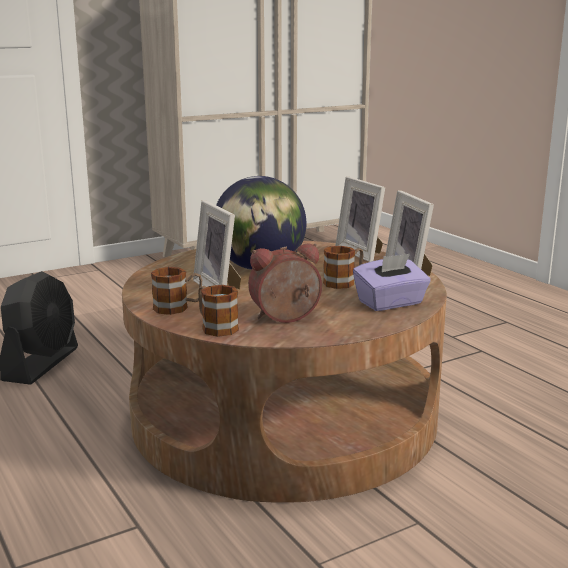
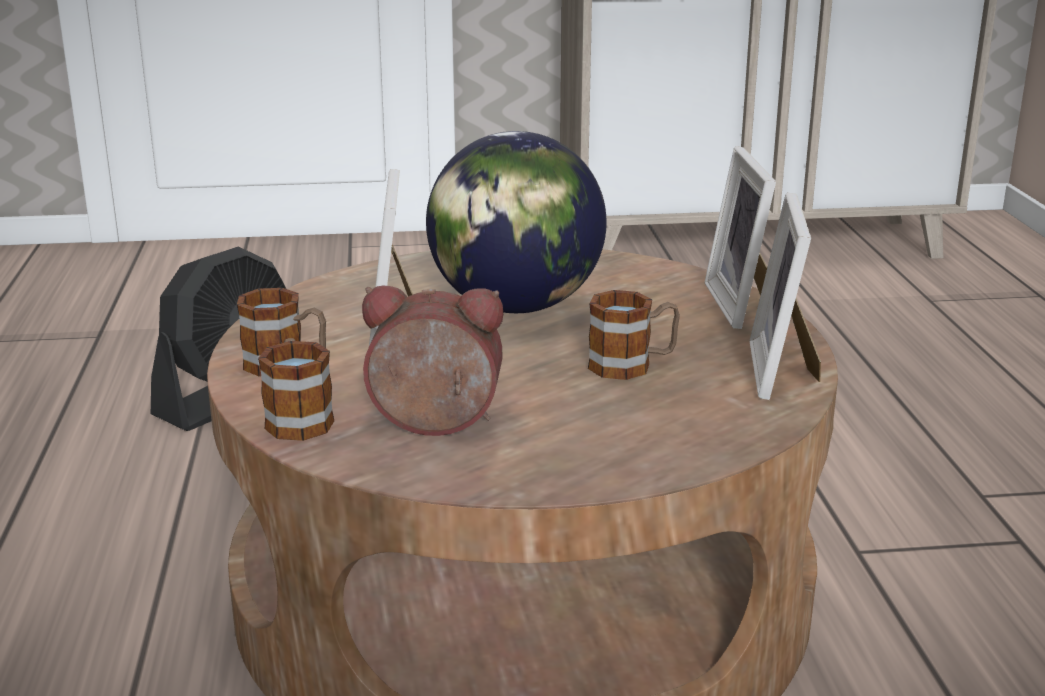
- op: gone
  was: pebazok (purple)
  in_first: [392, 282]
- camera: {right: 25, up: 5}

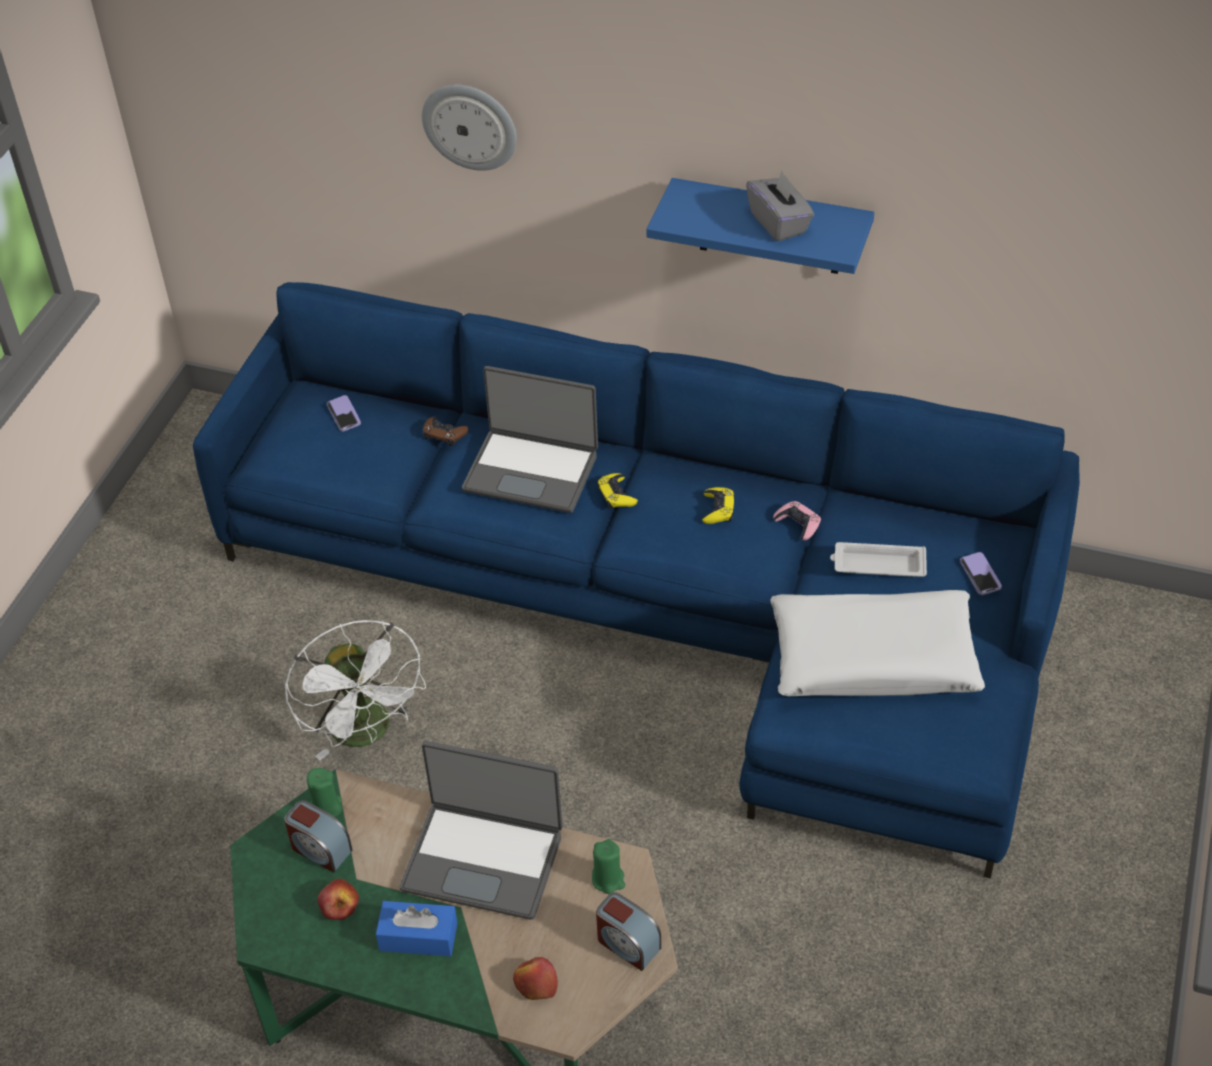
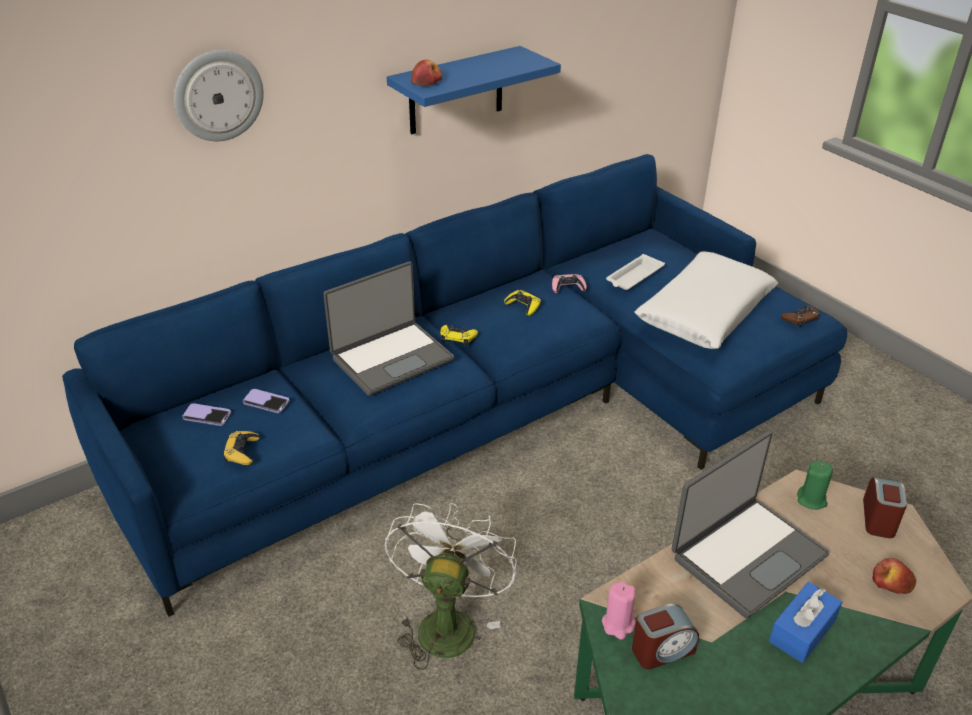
- op: gone
  was: pebazok (grey)
  in_first: [780, 206]
- op: new
  now: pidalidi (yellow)
  in_second: [241, 448]
- op: shifted
  was: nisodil
  in_first: [338, 899]
  in_second: [426, 73]
- op: shifted
  was: pidalidi (brown)
  in_first: [445, 432]
  in_second: [800, 316]
- op: shifted
  was: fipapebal
  in_first: [981, 573]
  in_second: [266, 401]
- op: repainted
  was: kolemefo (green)
  now: kolemefo (pink)
  in_first: [324, 792]
  in_second: [618, 610]
- op: rotated
  was: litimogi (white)
  in_first: [355, 690]
  in_second: [451, 586]
  clockwise: -90
- op: rotated
  was: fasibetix
  in_first: [628, 931]
  in_second: [885, 507]
  clockwise: -60
- camera: {right: -55, up: -10}

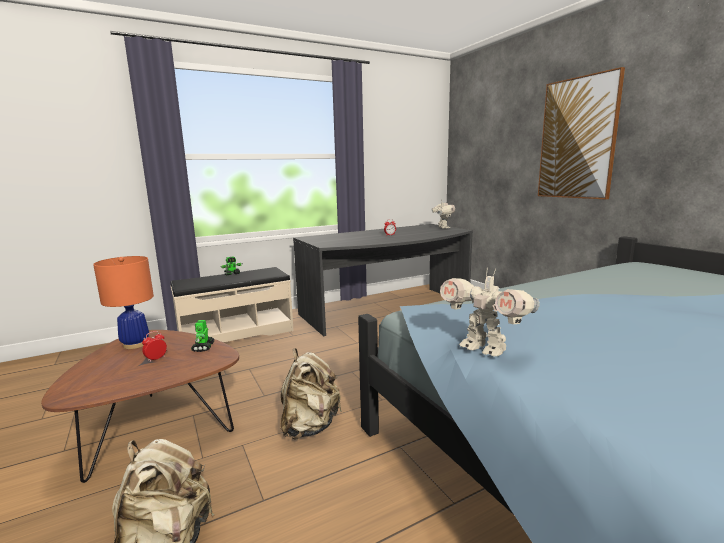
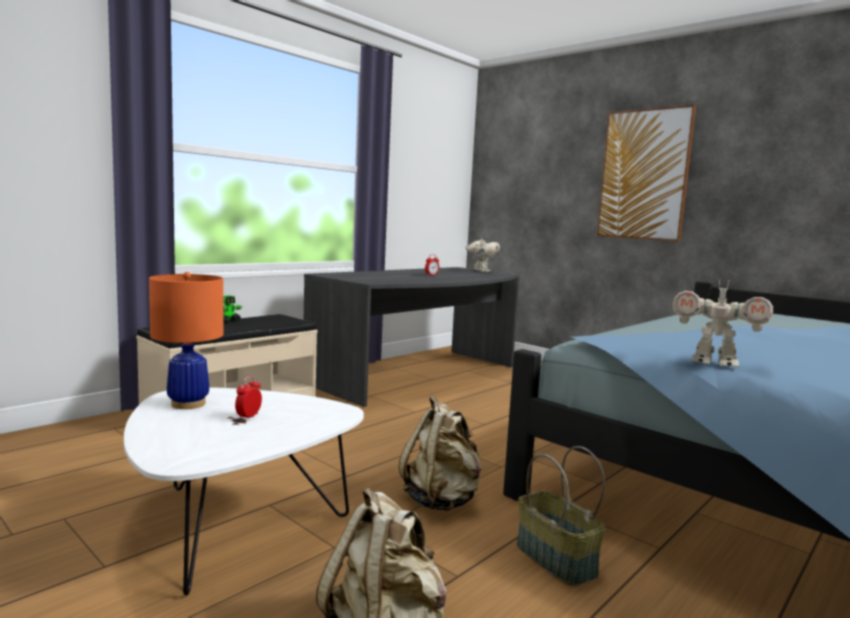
- op: gone
  was: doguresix
  in_first: [203, 336]
- op: new
  now: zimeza
  in_second: [561, 516]
- op: repainted
  was: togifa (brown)
  now: togifa (white)
  in_first: [140, 406]
  in_second: [244, 491]
- camera: {right: -20, up: -5}

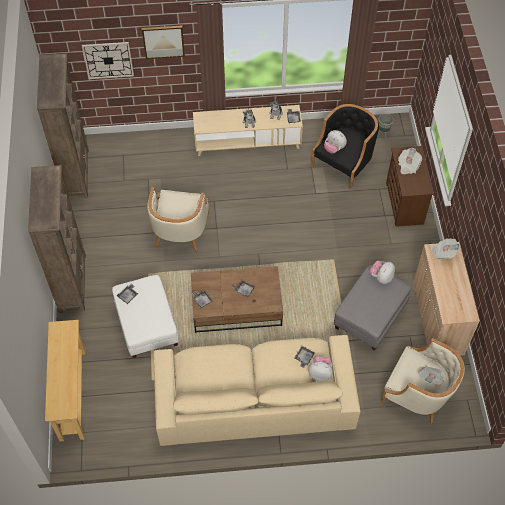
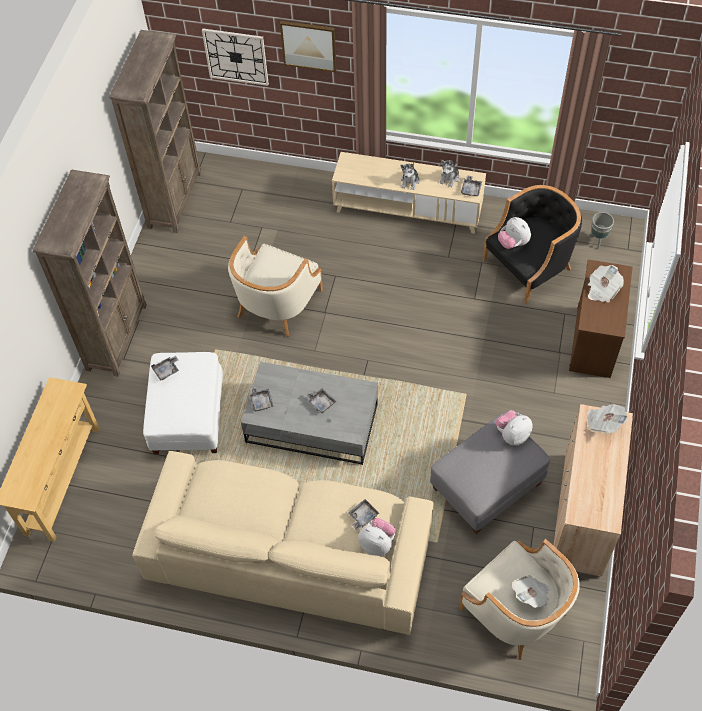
- op: repainted
  was: togifa (brown)
  now: togifa (grey)
  in_first: [237, 299]
  in_second: [309, 413]
- camera: {right: 20, up: 0}

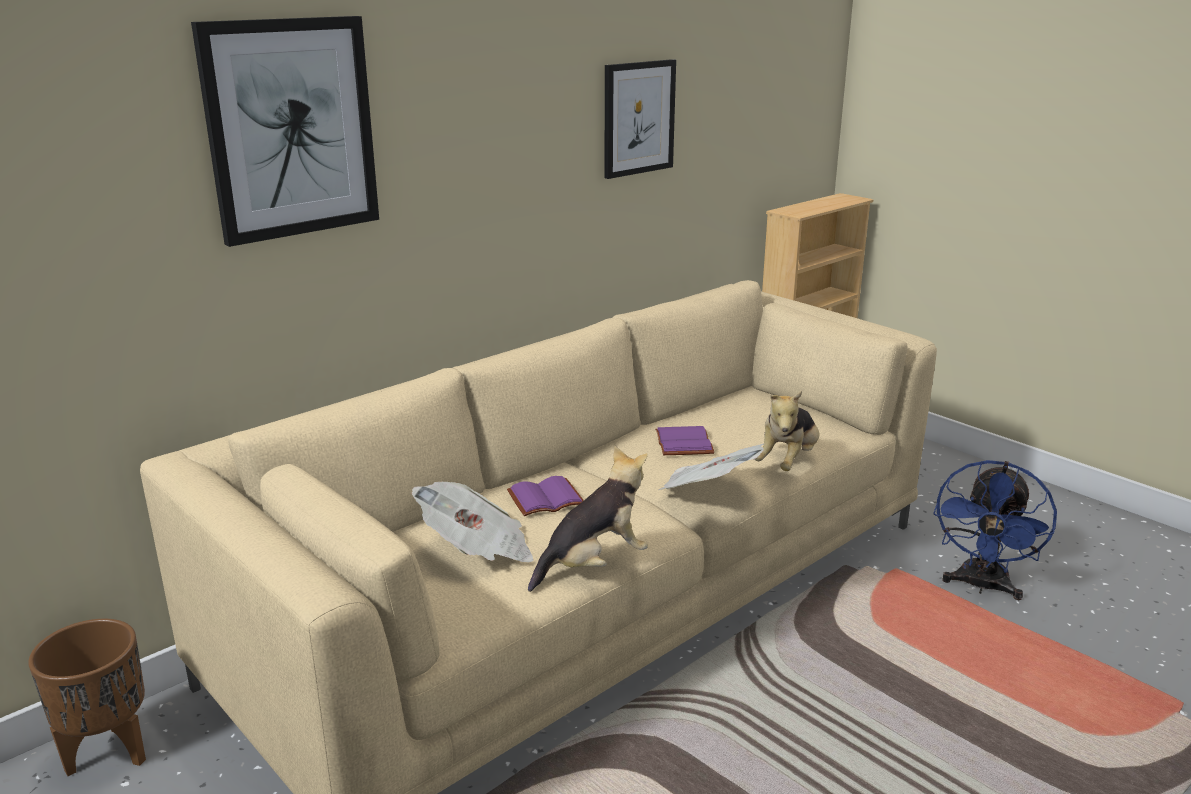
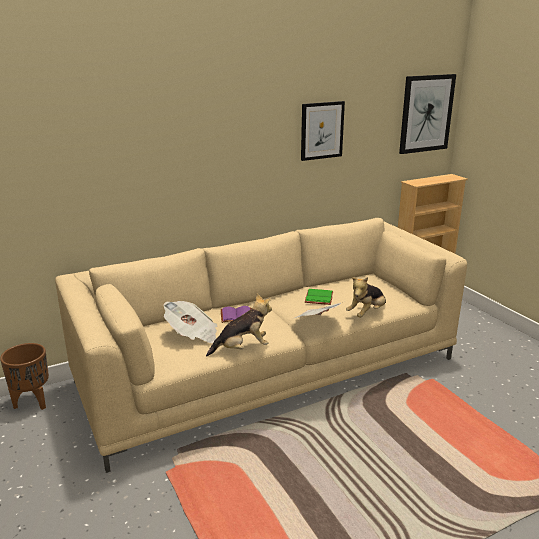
- op: gone
  was: litimogi (blue)
  in_first: [995, 530]
- op: shifted
  was: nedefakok
  in_first: [285, 131]
  in_second: [427, 114]
- op: repainted
  was: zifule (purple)
  now: zifule (green)
  in_first: [684, 440]
  in_second: [319, 297]
- camera: {right: 15, up: 0}

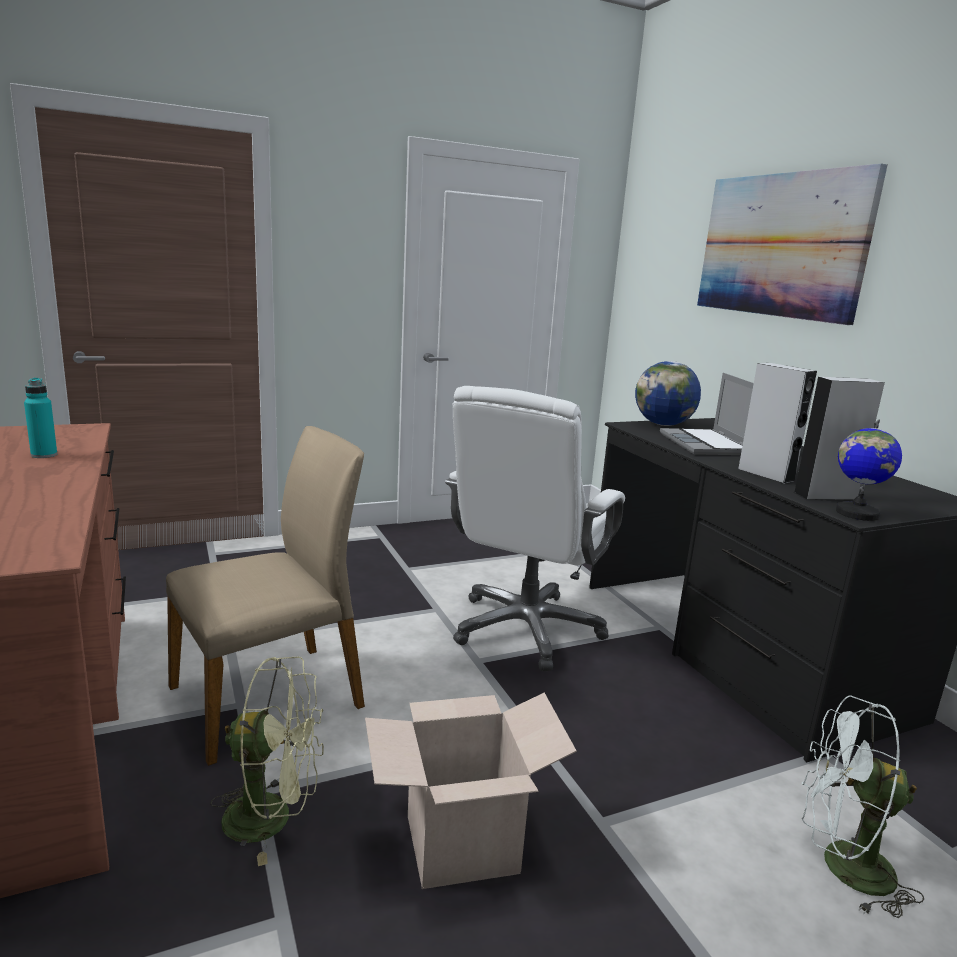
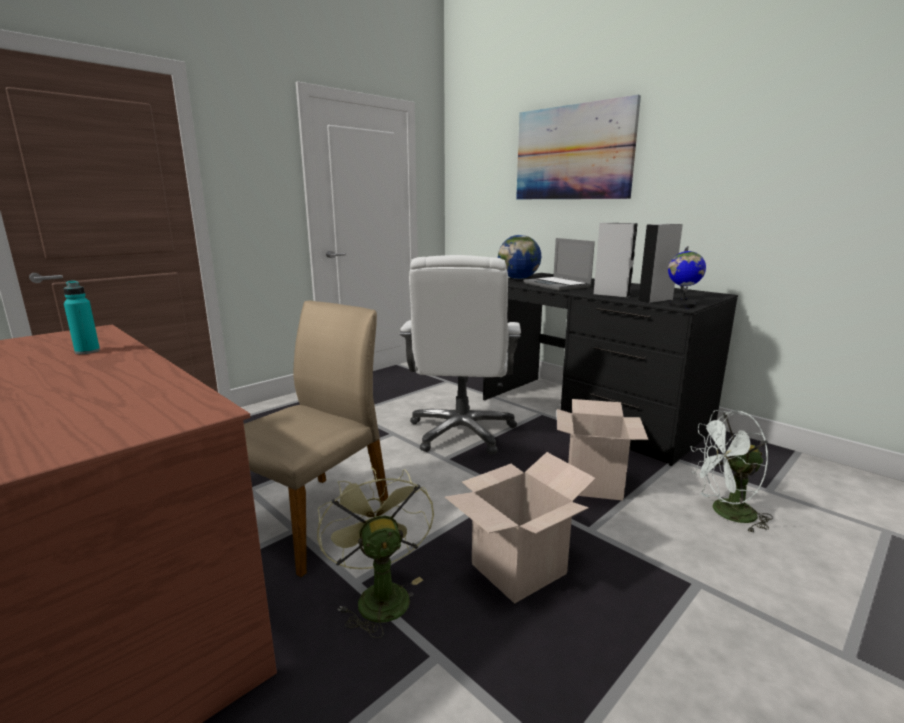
- op: new
  now: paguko
  in_second: [602, 449]
- op: rotated
  was: litimogi (green)
  in_first: [267, 761]
  in_second: [375, 552]
  clockwise: -90
- camera: {right: -20, up: 0}

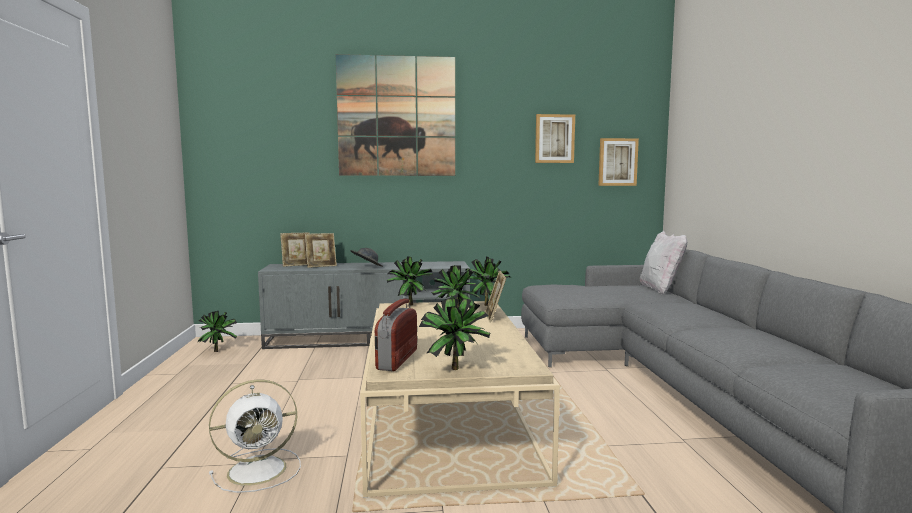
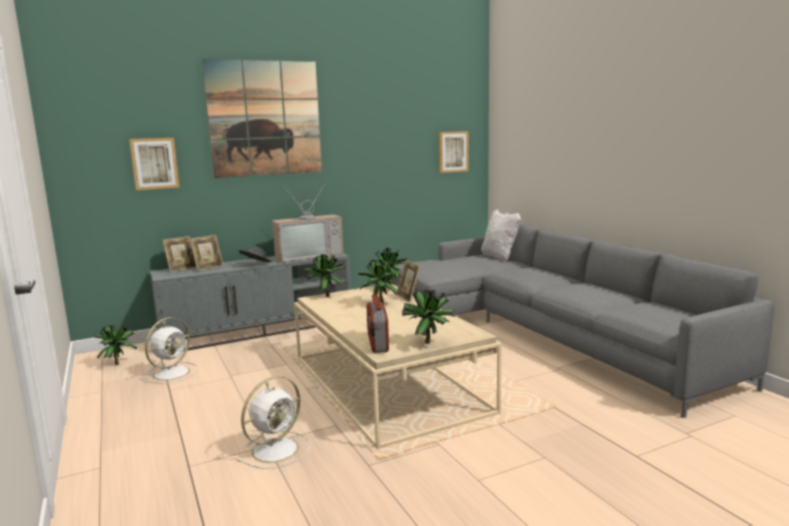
- op: new
  now: litimogi (white)
  in_second: [170, 350]
- op: new
  now: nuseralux
  in_second: [308, 223]
- op: shifted
  was: nedefakok
  in_first: [555, 138]
  in_second: [154, 164]
- camera: {right: -20, up: 5}

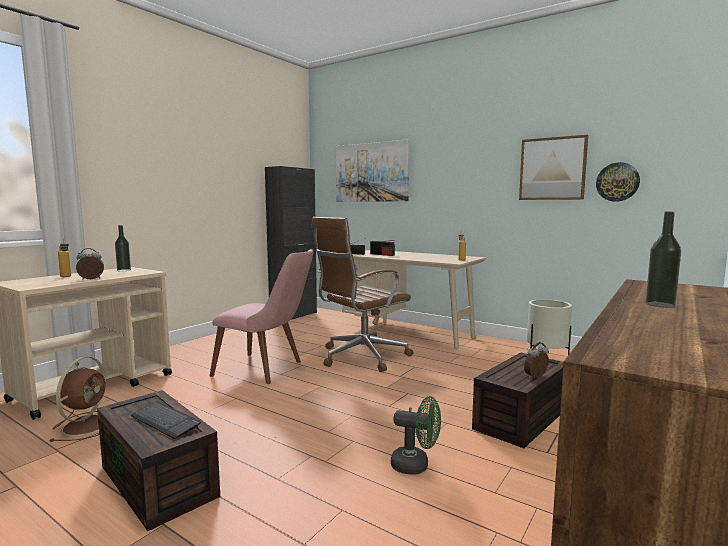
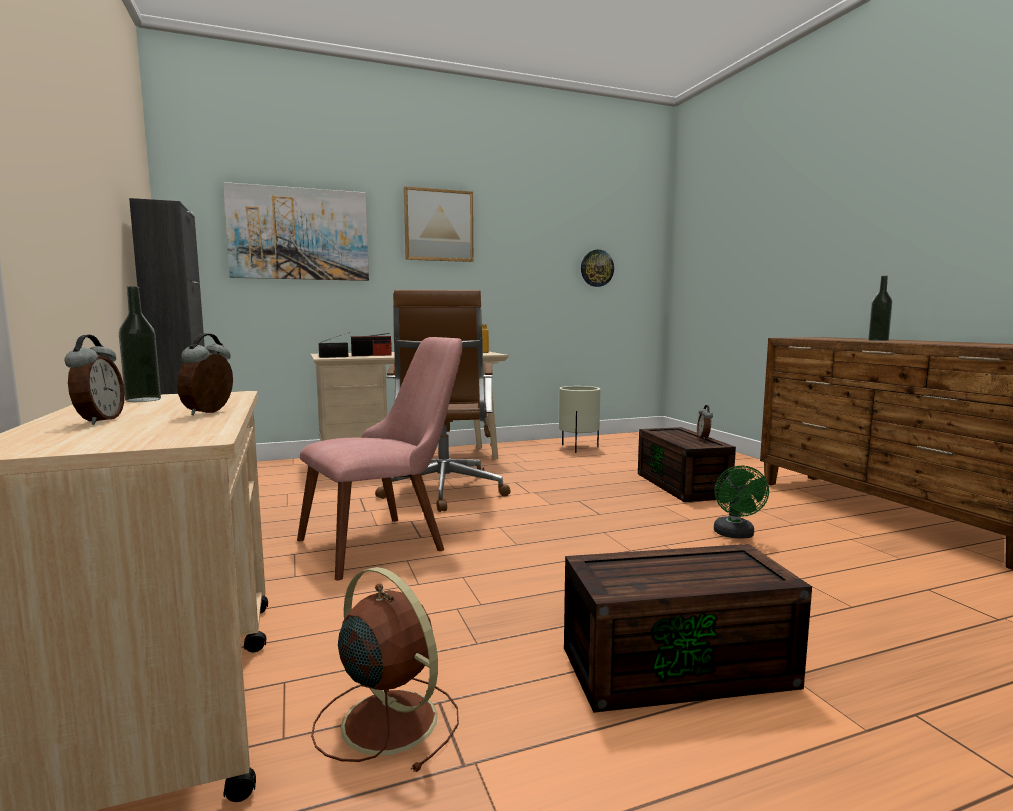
- op: gone
  was: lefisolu
  in_first: [166, 420]
- op: shifted
  was: nedefakok
  in_first: [553, 167]
  in_second: [438, 224]
- op: swapped
  was: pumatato
  now: fasibetix
  in_first: [64, 258]
  in_second: [95, 380]
- op: rotated
  was: litimogi (green)
  in_first: [416, 435]
  in_second: [741, 502]
  clockwise: 135
- camera: {right: -55, up: 0}

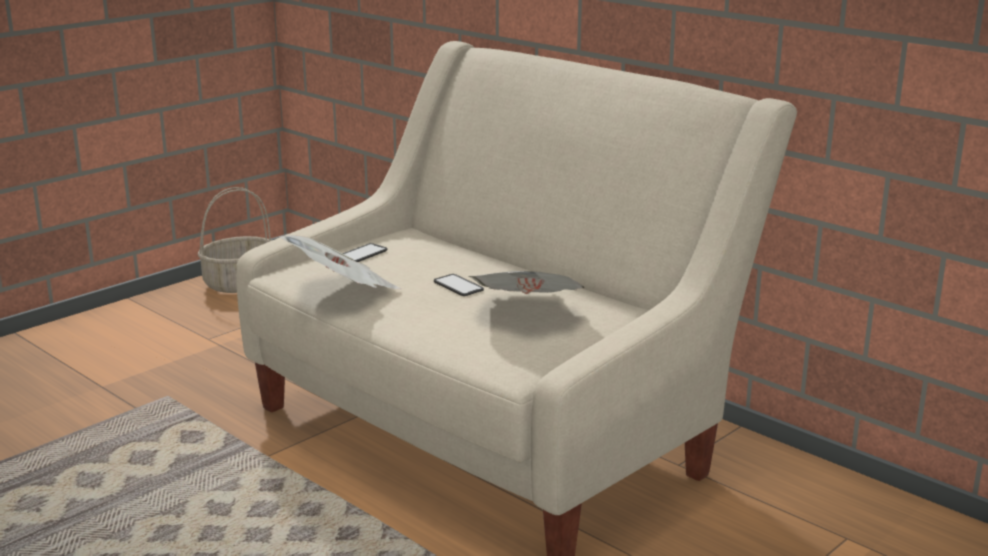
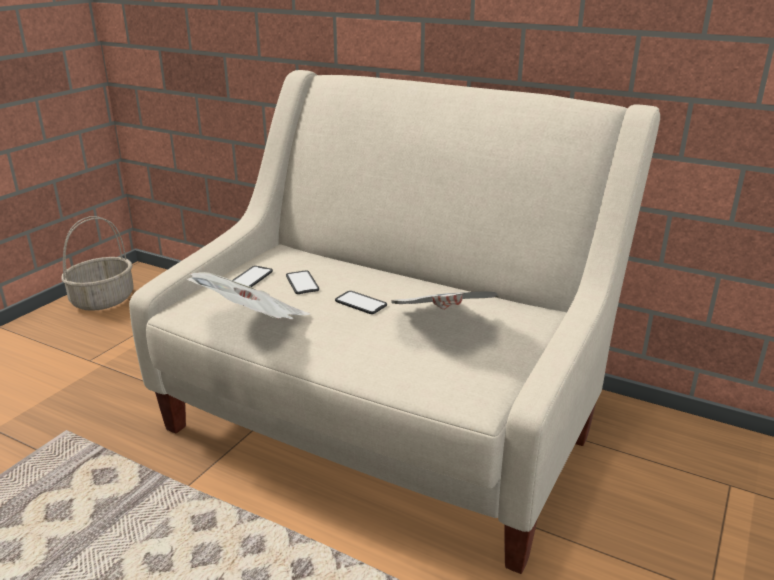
- op: new
  now: fipapebal
  in_second: [302, 282]
- camera: {right: -15, up: 5}

